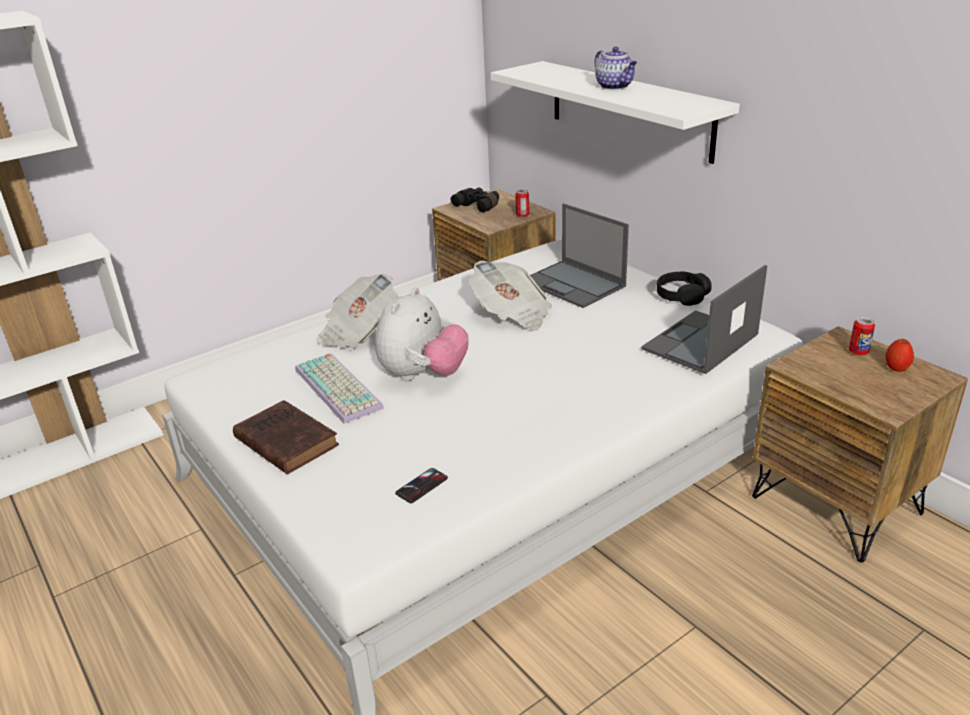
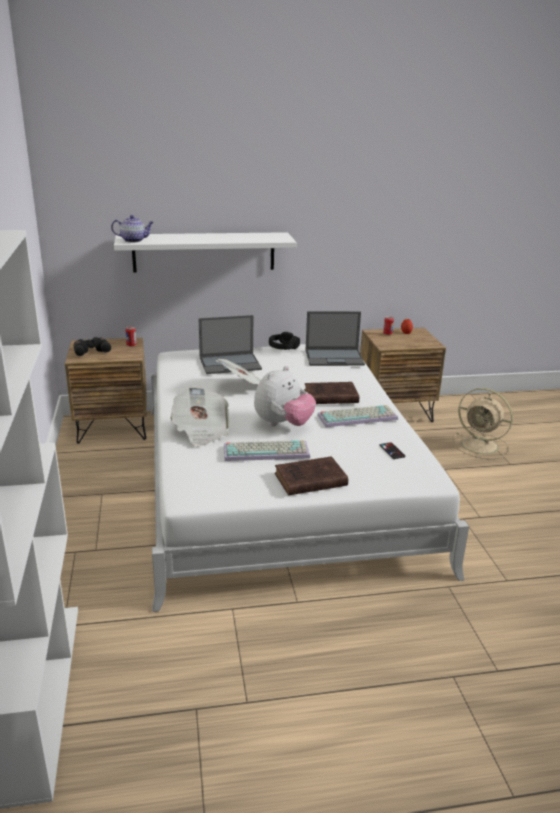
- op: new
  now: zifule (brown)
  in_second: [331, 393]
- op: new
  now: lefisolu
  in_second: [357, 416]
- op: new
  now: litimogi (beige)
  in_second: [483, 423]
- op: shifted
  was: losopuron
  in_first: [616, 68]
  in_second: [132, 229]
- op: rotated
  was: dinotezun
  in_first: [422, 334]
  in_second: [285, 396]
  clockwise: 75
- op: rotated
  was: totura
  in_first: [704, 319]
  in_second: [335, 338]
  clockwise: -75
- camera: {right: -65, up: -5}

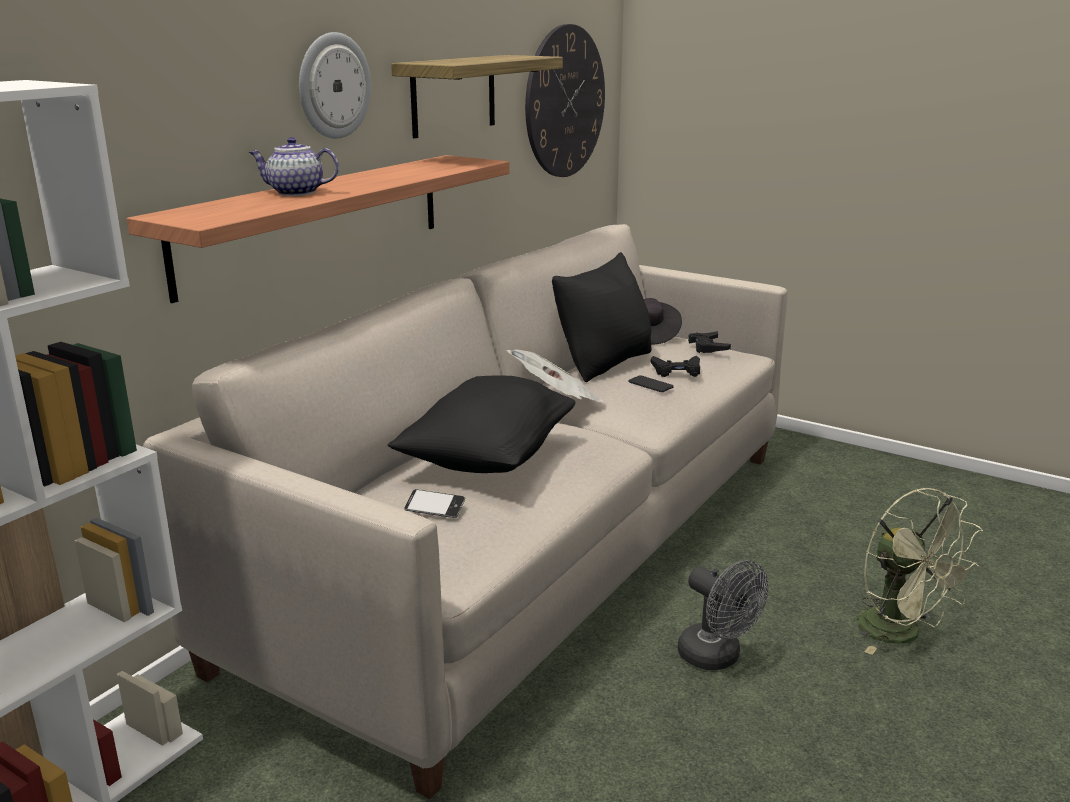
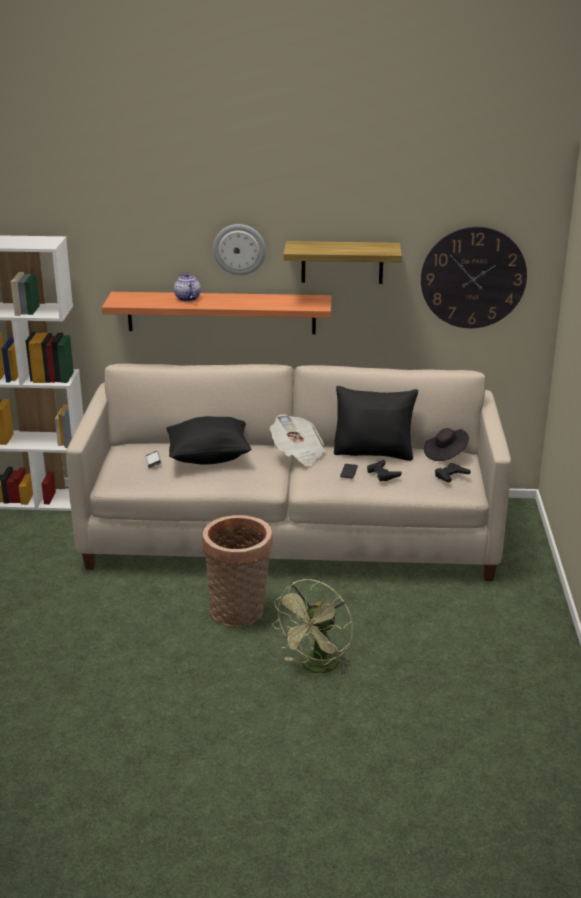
- op: swapped
  was: litimogi (grey)
  now: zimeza
  in_first: [723, 615]
  in_second: [237, 571]
- camera: {right: 60, up: 5}

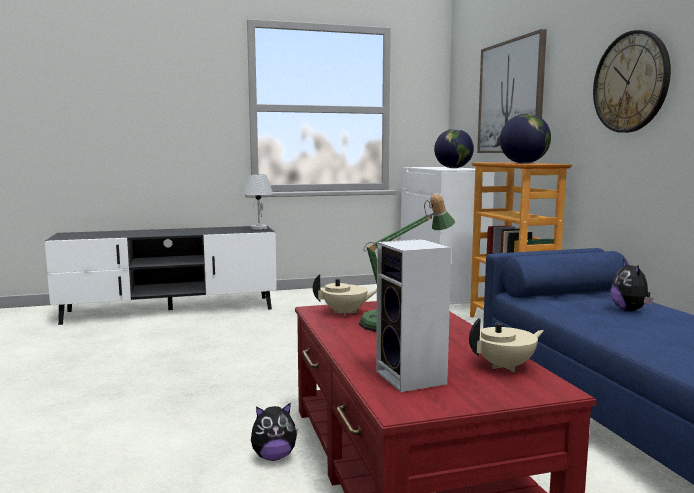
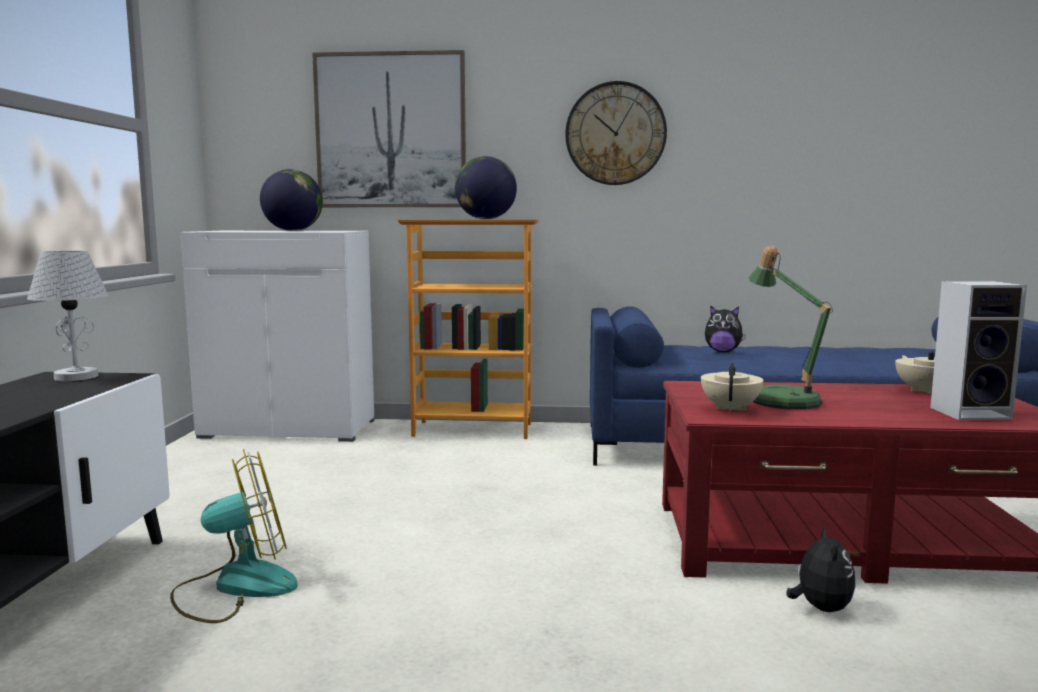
- op: new
  now: litimogi
  in_second: [234, 536]
- camera: {right: -70, up: 0}

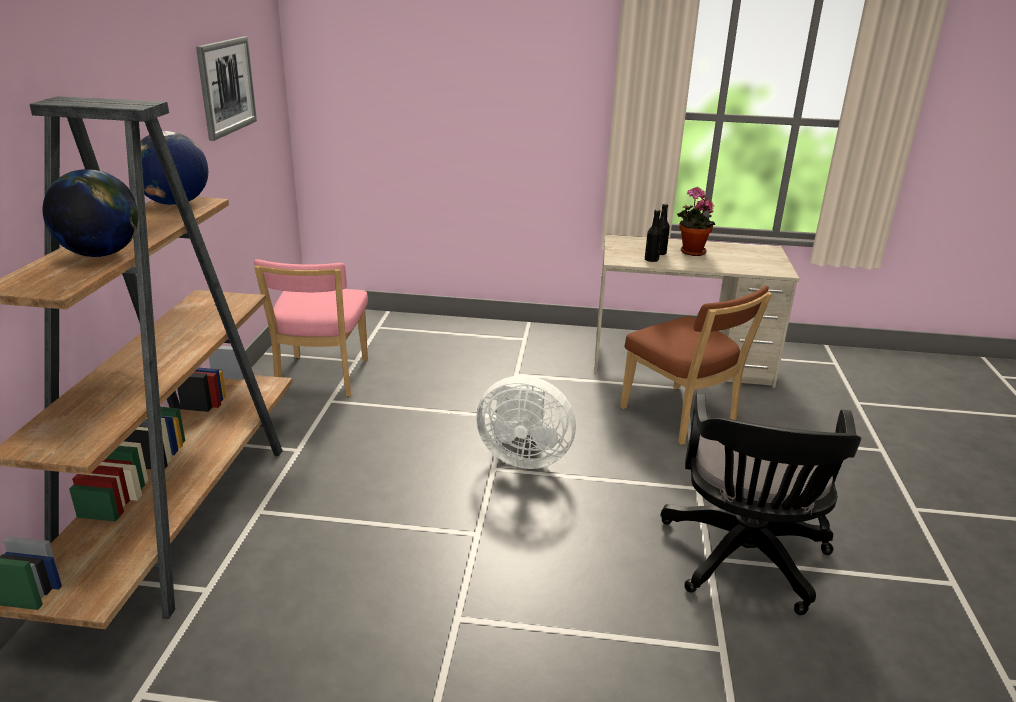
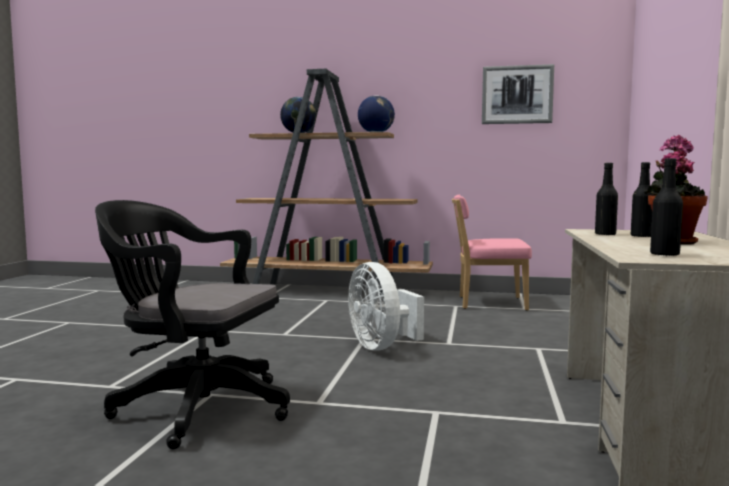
- op: gone
  was: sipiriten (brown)
  in_first: [696, 365]
- op: new
  now: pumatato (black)
  in_second: [666, 207]
- op: rotated
  was: litimogi (white)
  in_first: [526, 422]
  in_second: [386, 306]
  clockwise: -45
- camera: {right: 95, up: -20}

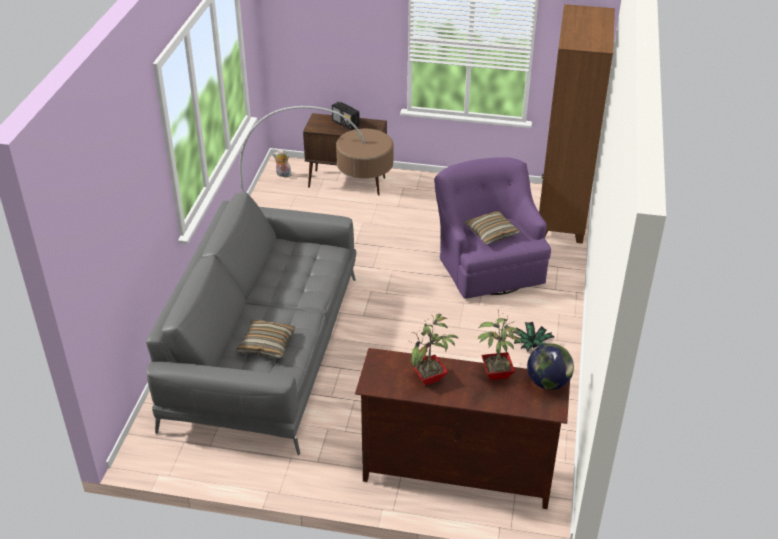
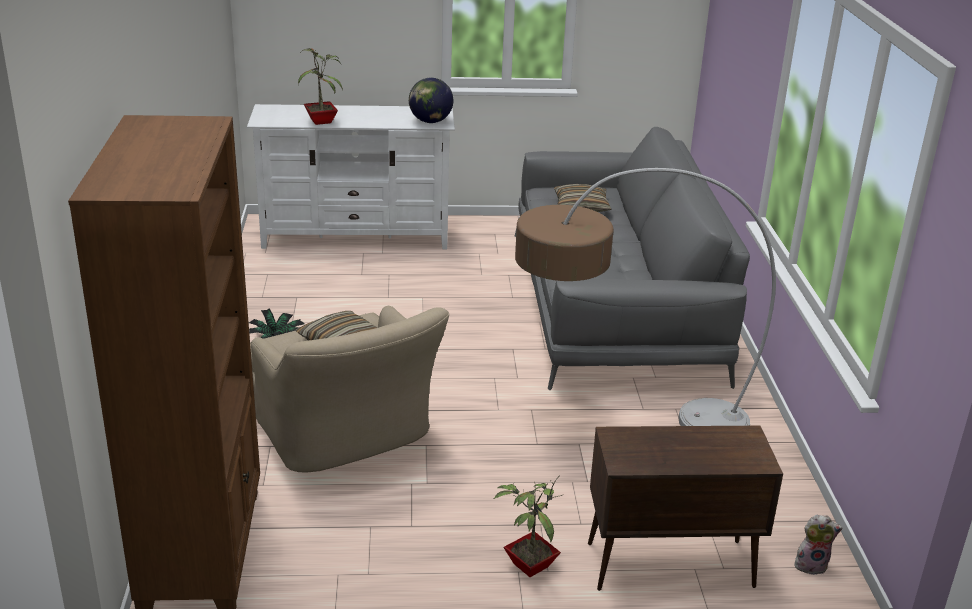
- op: gone
  was: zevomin
  in_first: [346, 116]
- op: shifted
  was: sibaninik
  in_first: [434, 349]
  in_second: [529, 526]
- op: shifted
  was: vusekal
  in_first: [550, 366]
  in_second: [431, 100]
- op: repainted
  was: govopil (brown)
  now: govopil (white)
  in_first: [462, 428]
  in_second: [351, 176]
- op: repainted
  was: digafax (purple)
  now: digafax (beige)
  in_first: [492, 228]
  in_second: [349, 389]
- camera: {right: 165, up: -10}

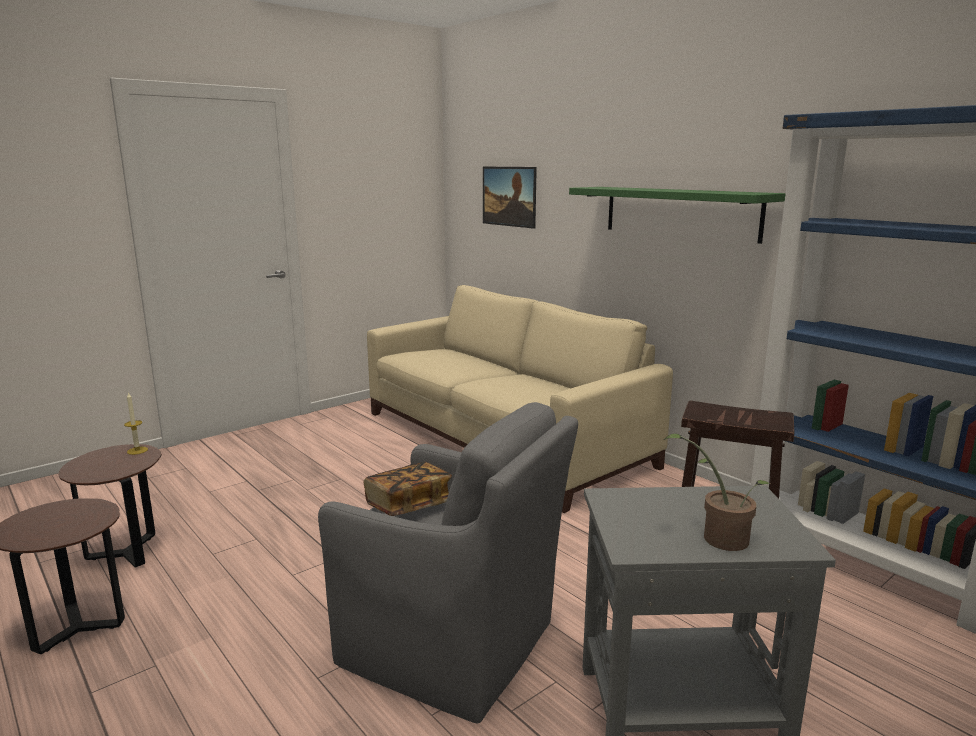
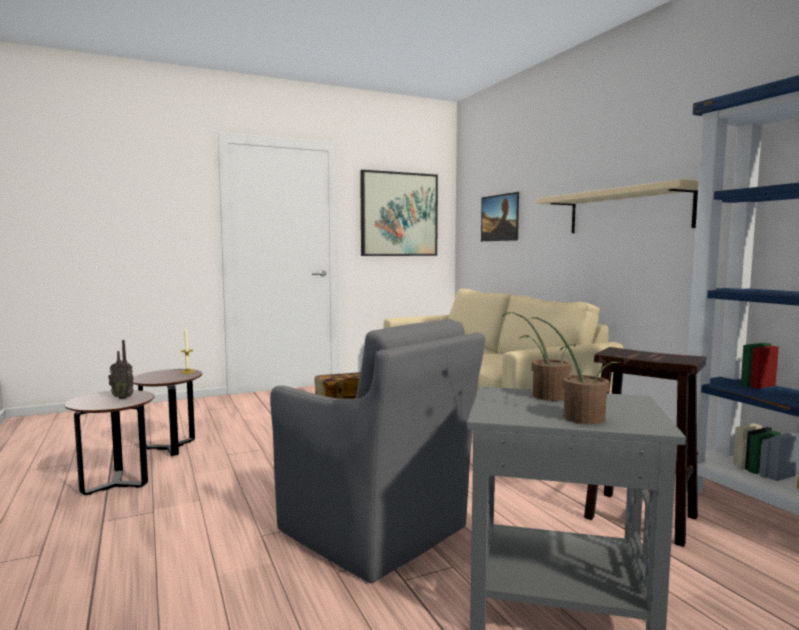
- op: new
  now: zevomin
  in_second: [121, 369]
- op: new
  now: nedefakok
  in_second: [399, 213]
- op: new
  now: sibaninik
  in_second: [538, 356]
- op: repainted
  was: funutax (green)
  now: funutax (beige)
  in_first: [677, 215]
  in_second: [617, 206]
- camera: {right: 15, up: -10}

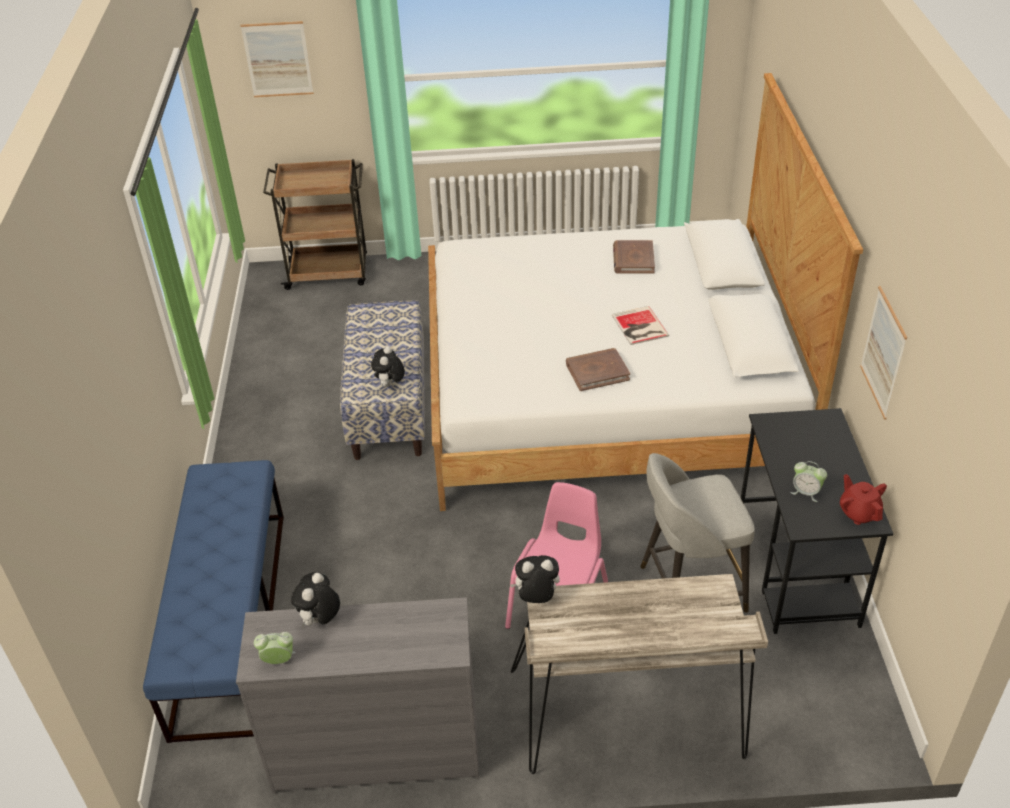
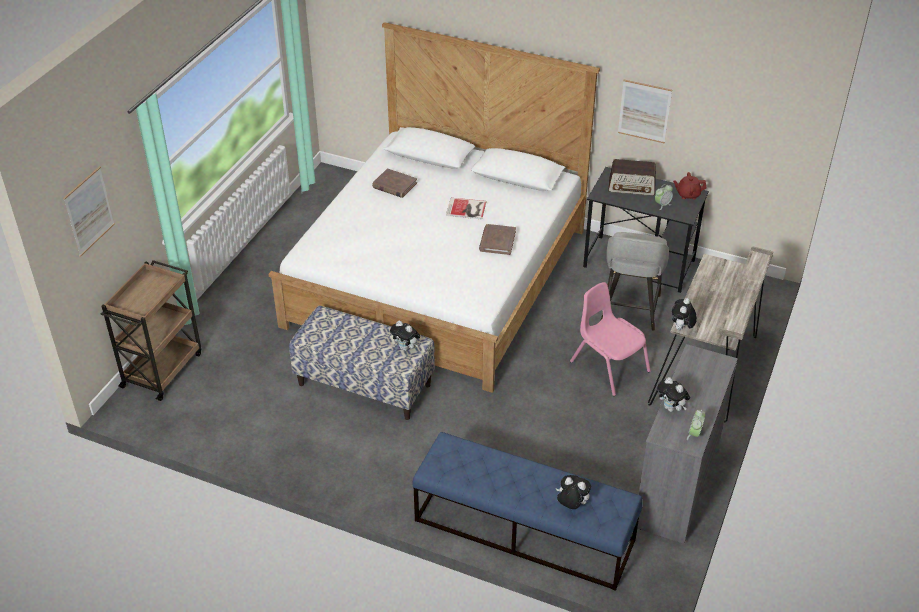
- op: new
  now: dinotezun
  in_second: [573, 492]
- op: new
  now: zevomin
  in_second: [632, 177]
- camera: {right: -65, up: 0}

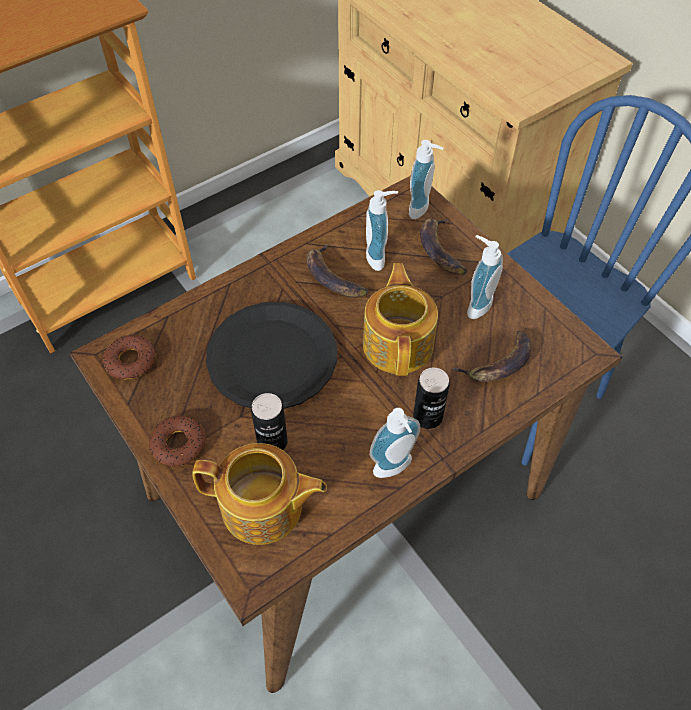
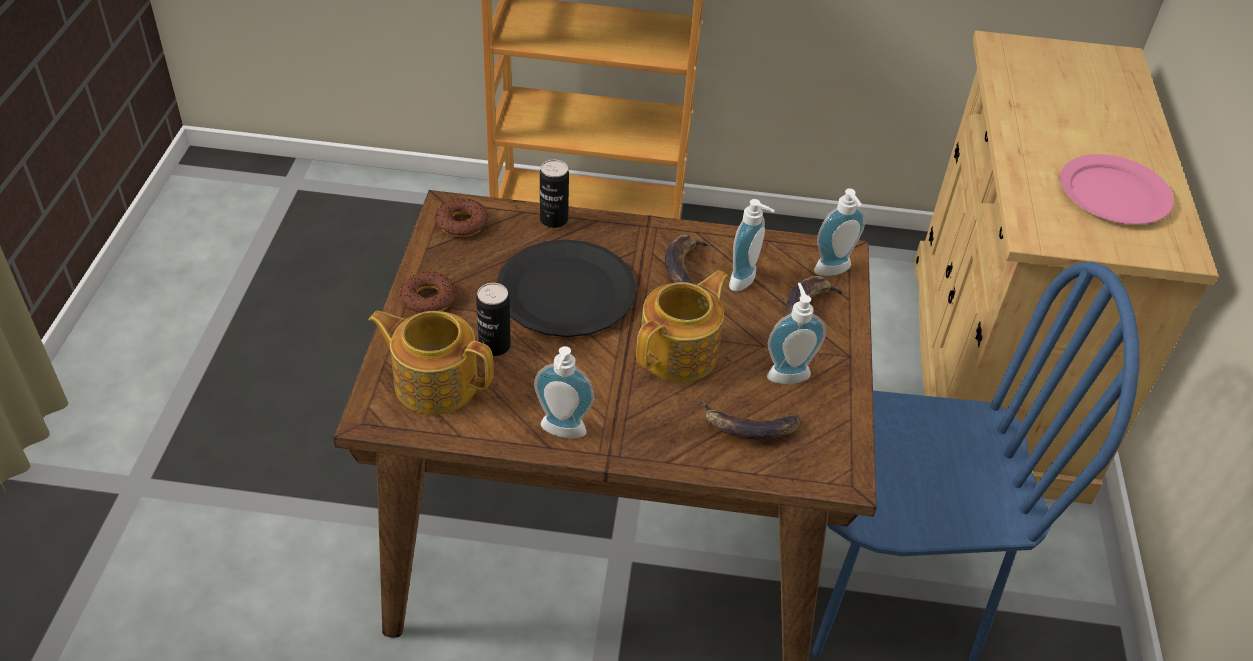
- op: new
  now: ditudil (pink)
  in_second: [1117, 189]
- op: shifted
  was: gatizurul
  in_first: [431, 398]
  in_second: [554, 194]
- op: rotated
  was: losopuron
  in_first: [259, 494]
  in_second: [431, 363]
  clockwise: 150
- camera: {right: 40, up: -10}

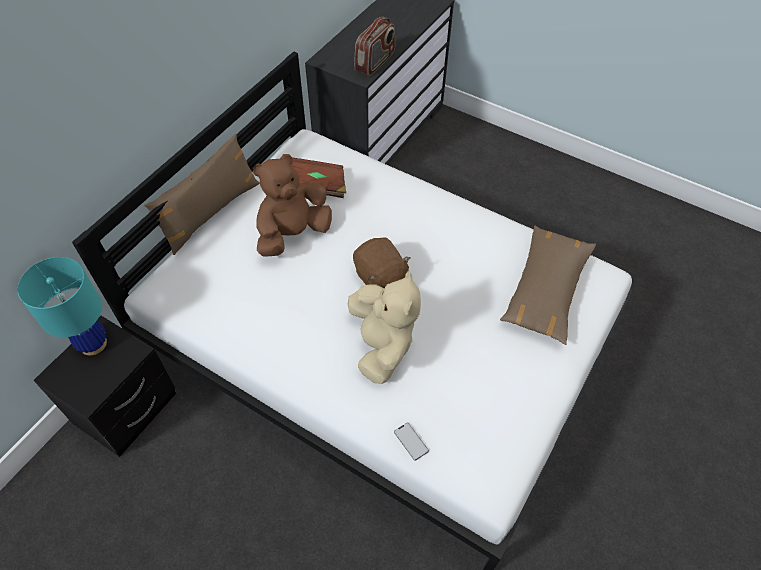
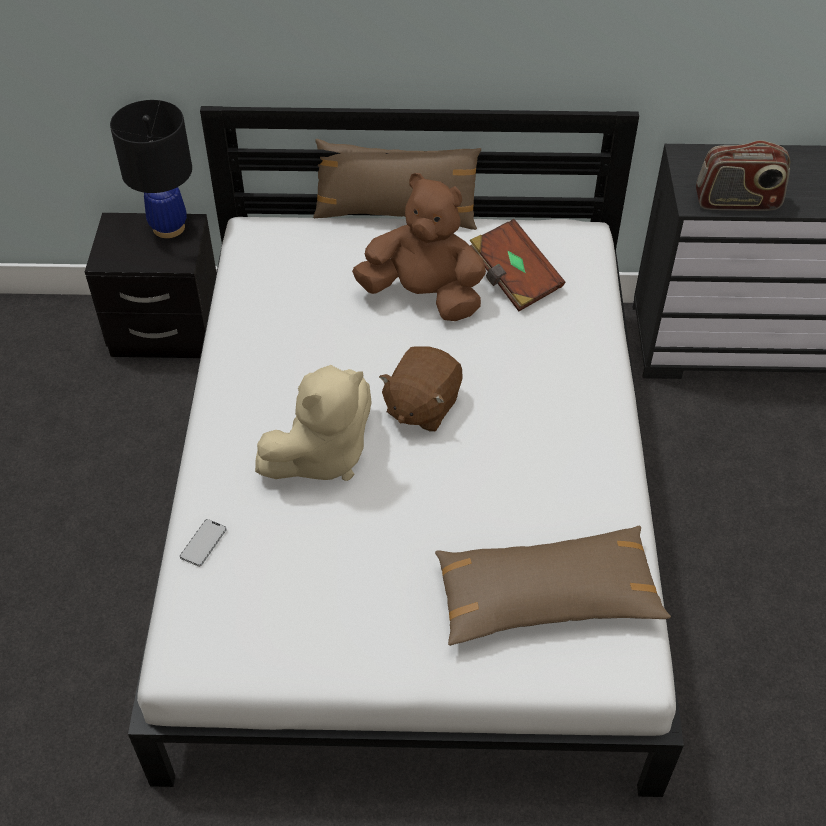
- op: repainted
  was: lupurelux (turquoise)
  now: lupurelux (black)
  in_first: [62, 306]
  in_second: [151, 169]
- camera: {right: 60, up: -5}

